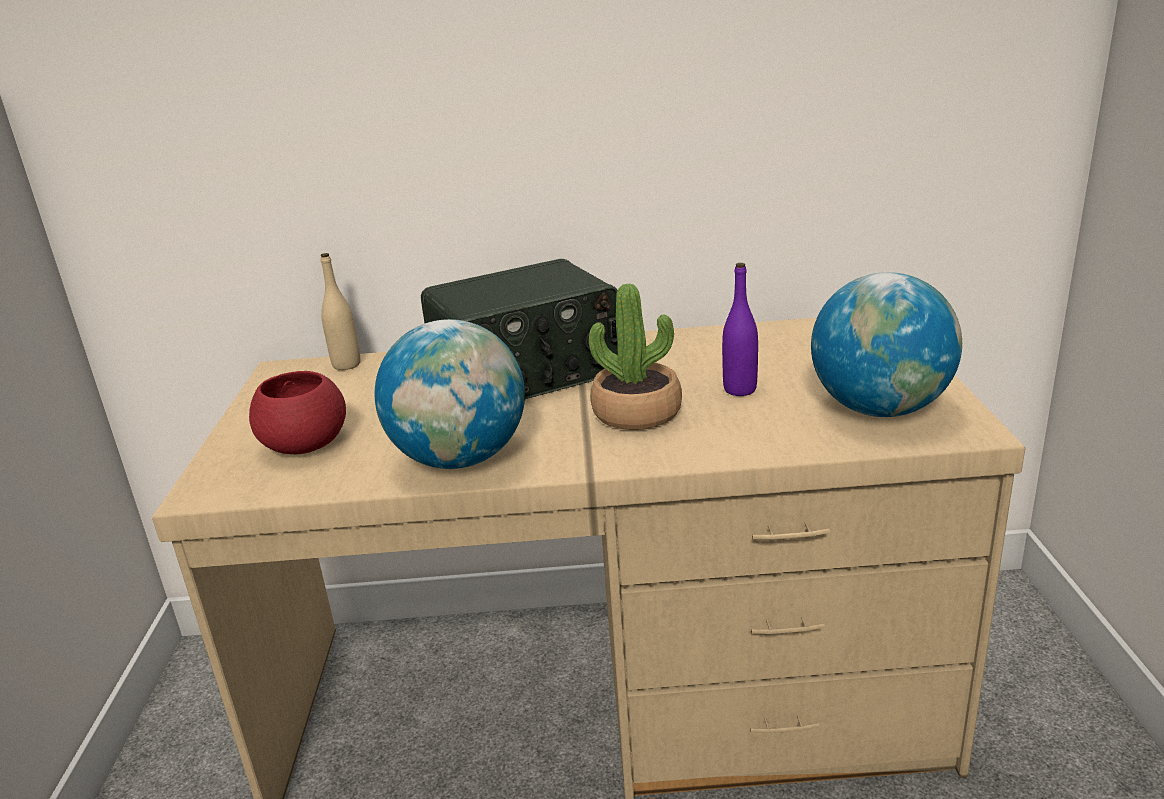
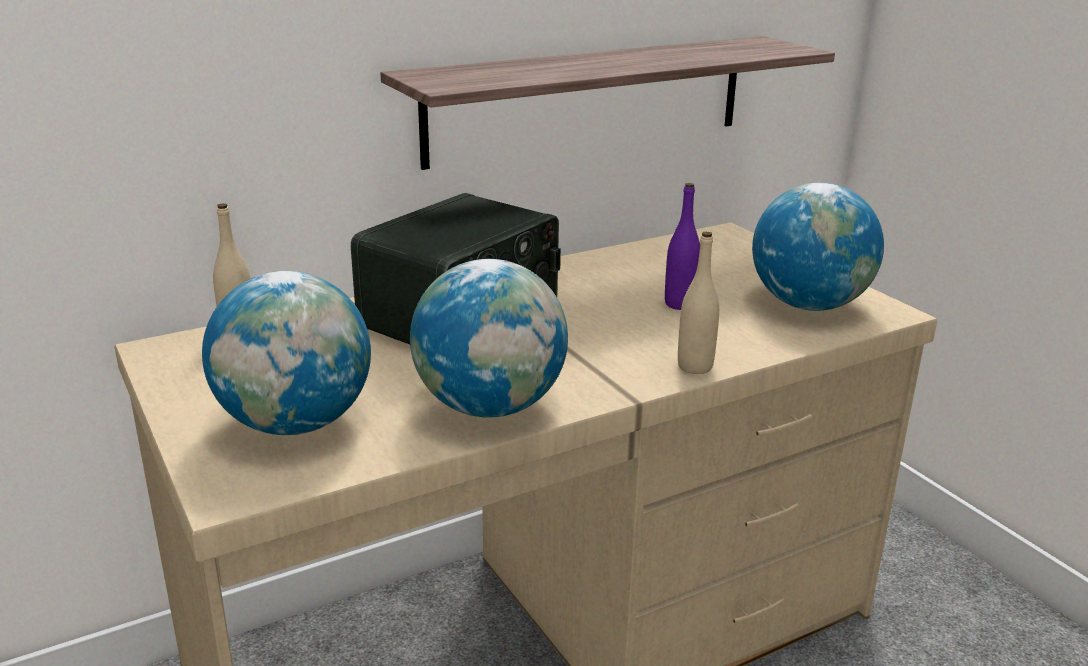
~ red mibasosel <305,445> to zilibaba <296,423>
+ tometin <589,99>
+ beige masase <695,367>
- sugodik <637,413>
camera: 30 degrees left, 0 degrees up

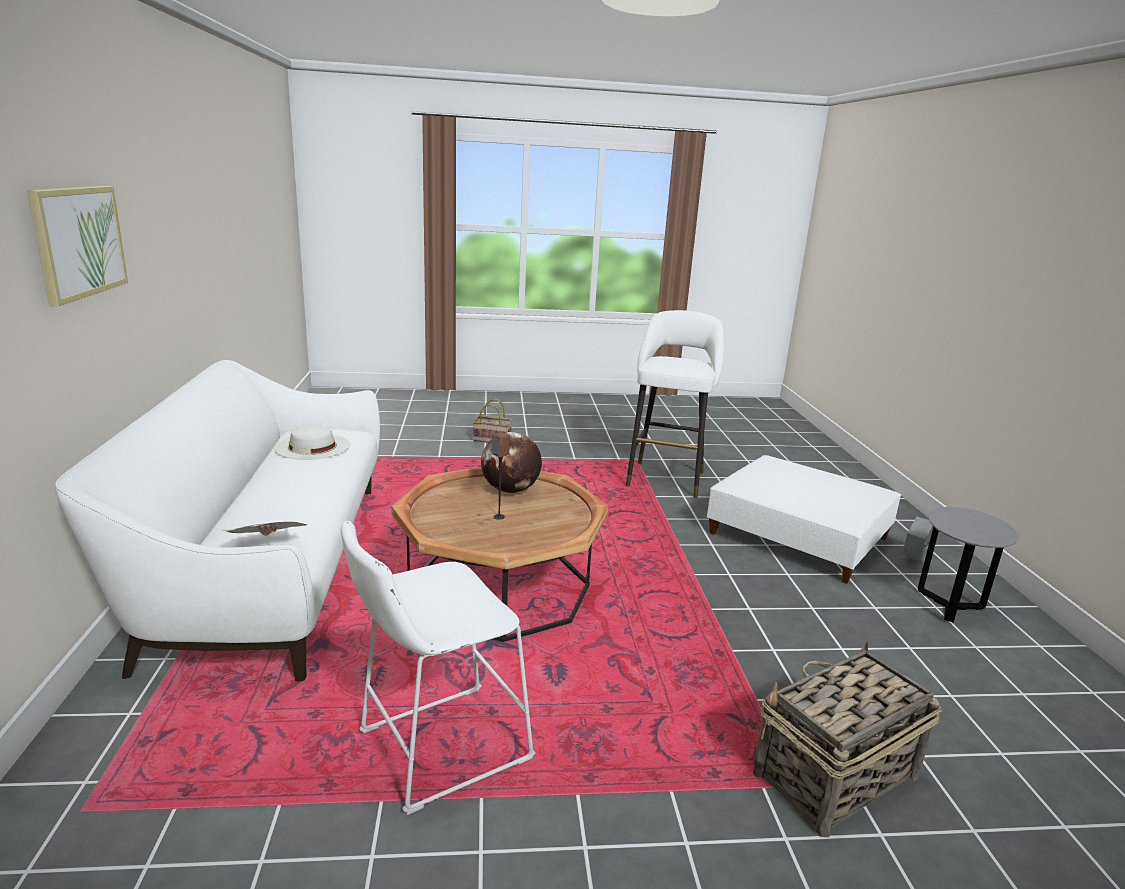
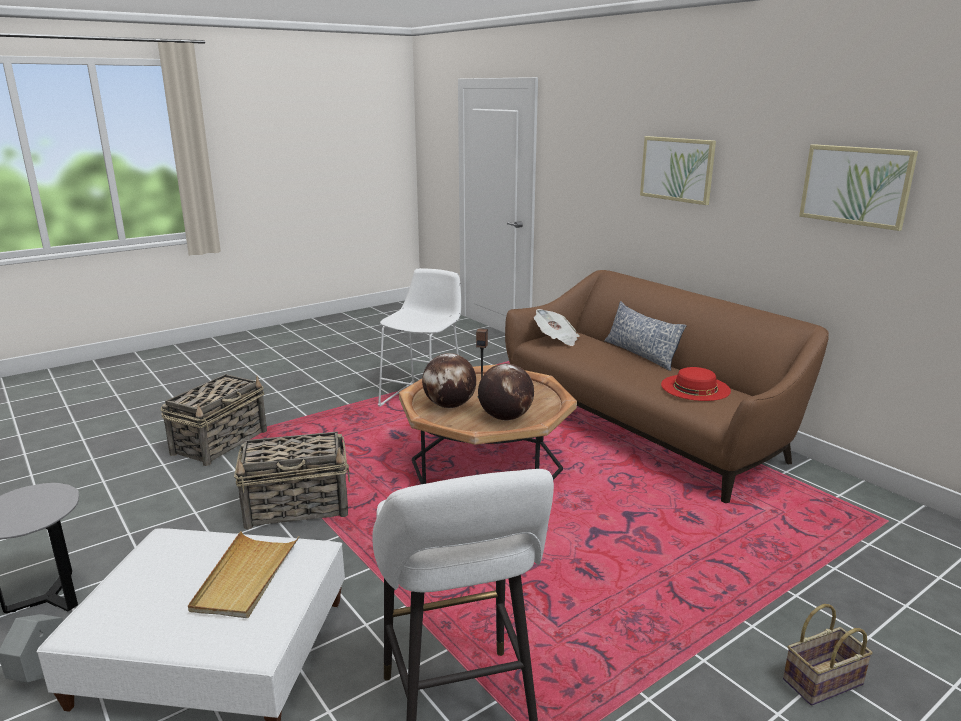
+ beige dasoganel <246,577>
+ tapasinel <298,507>
+ zilibaba <450,405>
~ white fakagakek <268,566> to brown fakagakek <645,427>
+ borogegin <641,354>
~ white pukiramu <312,446> to red pukiramu <695,387>
+ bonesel <856,185>
camera: 150 degrees right, 0 degrees up

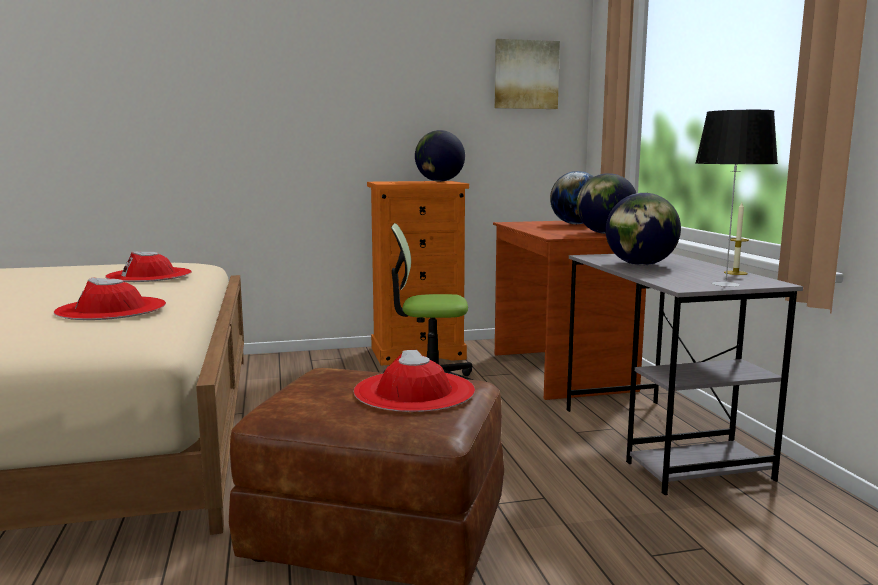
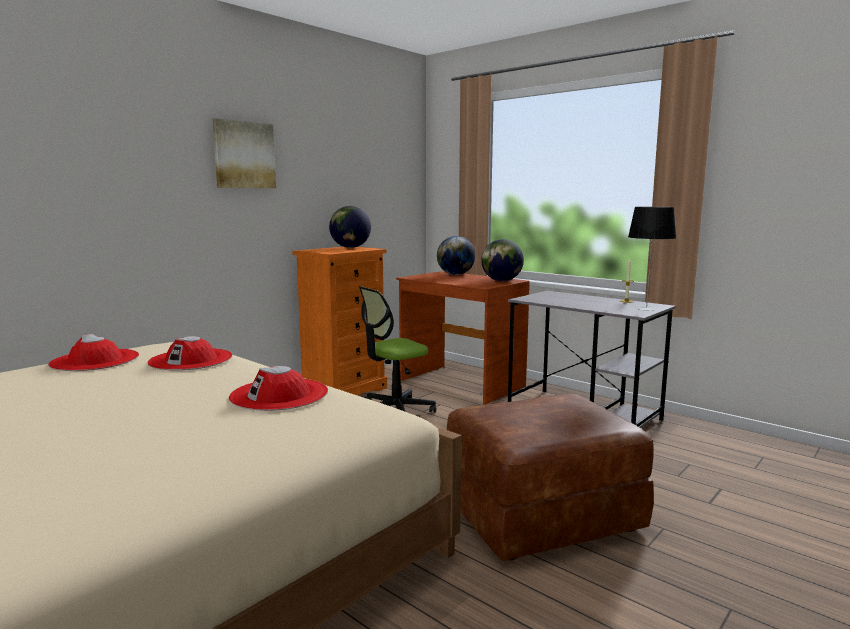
~ red pukiramu <414,391> to <95,360>
~ bonesel <526,75> to <244,155>
- zilibaba <640,265>
camera: 35 degrees left, 0 degrees up

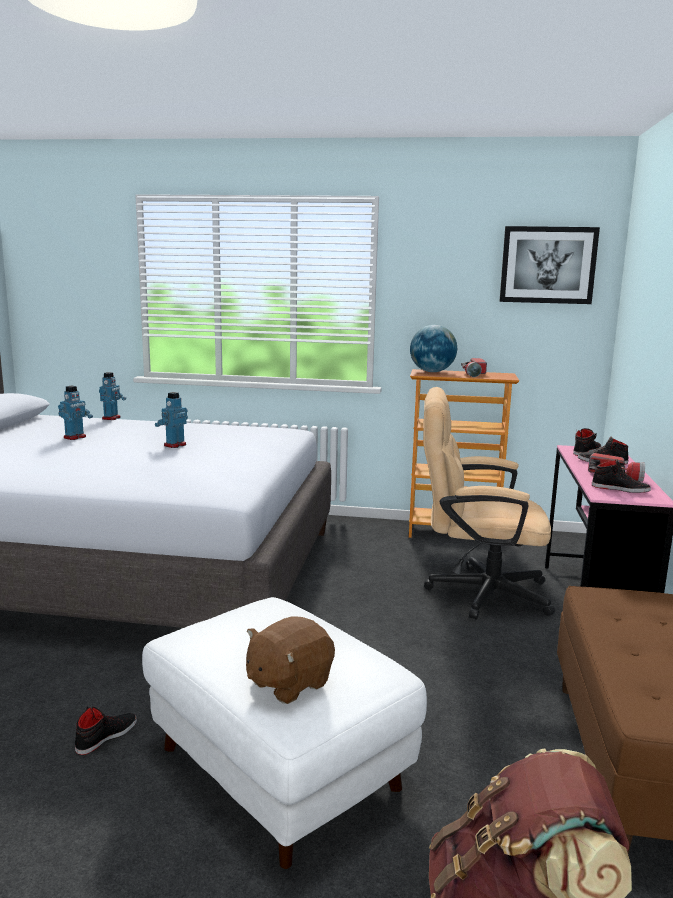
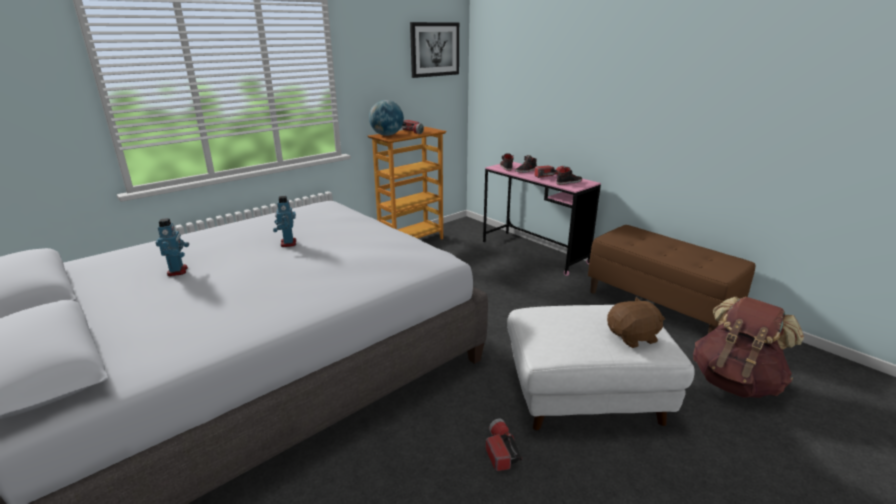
~ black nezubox <106,736> to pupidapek <500,450>
~ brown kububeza <288,683> = <633,337> 105 degrees counterclockwise
- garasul <112,418>
- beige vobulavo <476,592>
camera: 50 degrees left, 10 degrees up

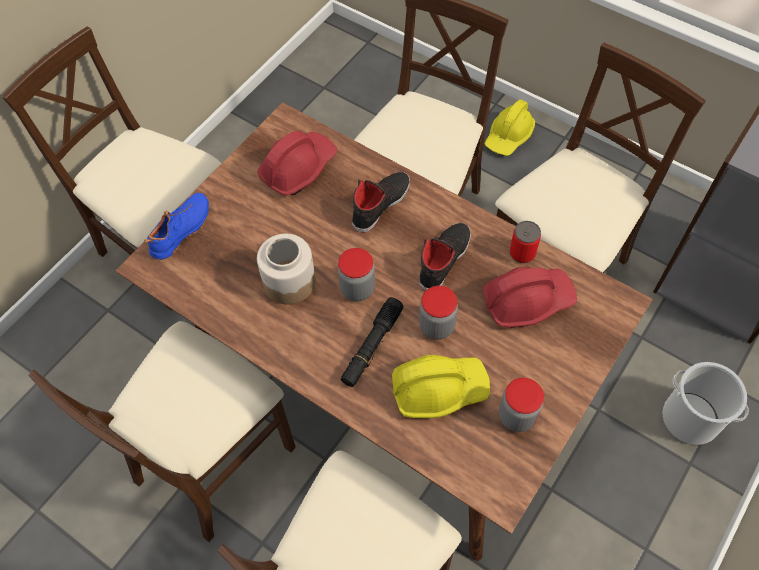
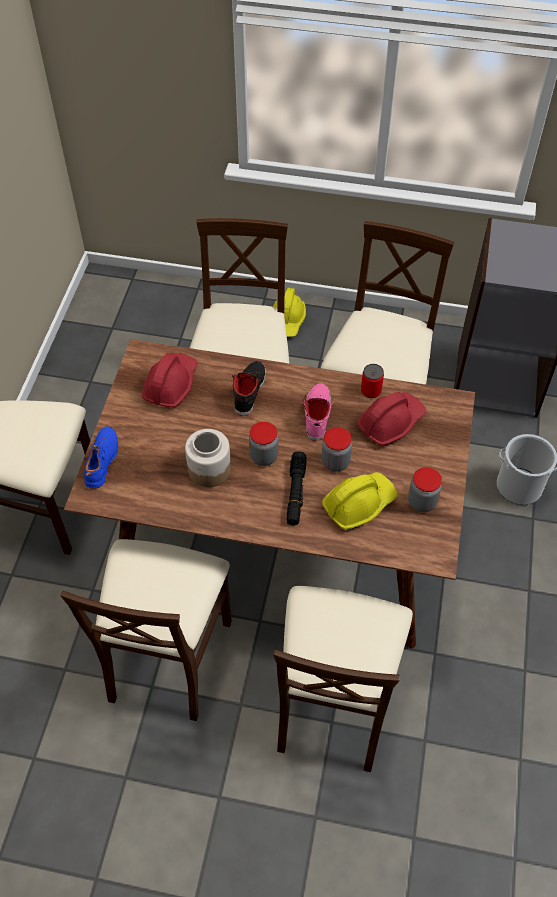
~ black nezubox <443,259> to pink nezubox <316,414>
camera: 25 degrees left, 5 degrees down

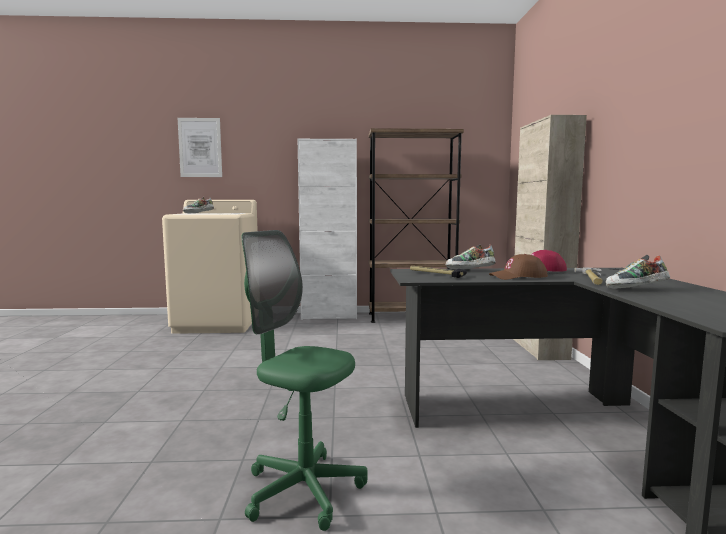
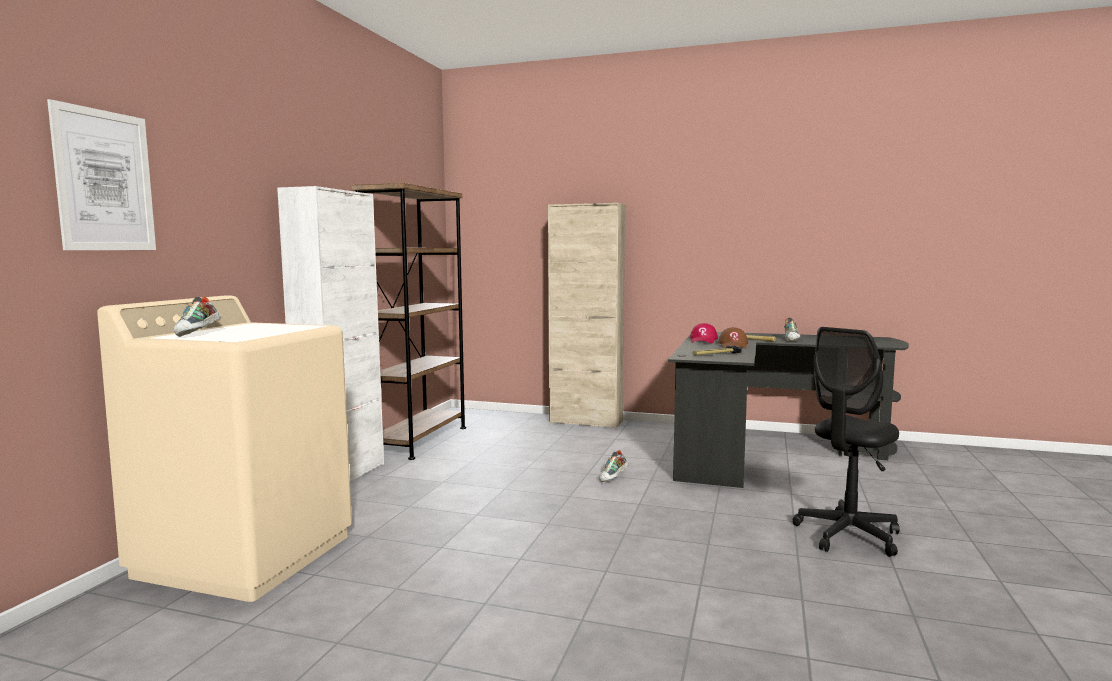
~ nezubox <469,270> to <613,478>
~ green vobulavo <303,490> to black vobulavo <848,535>
camera: 70 degrees left, 0 degrees up

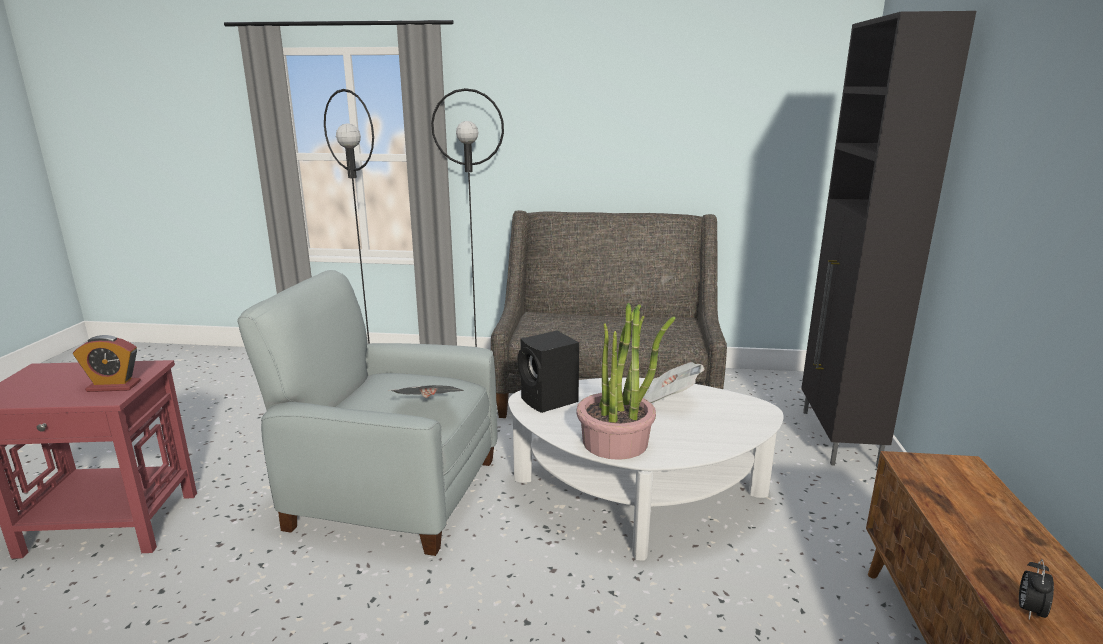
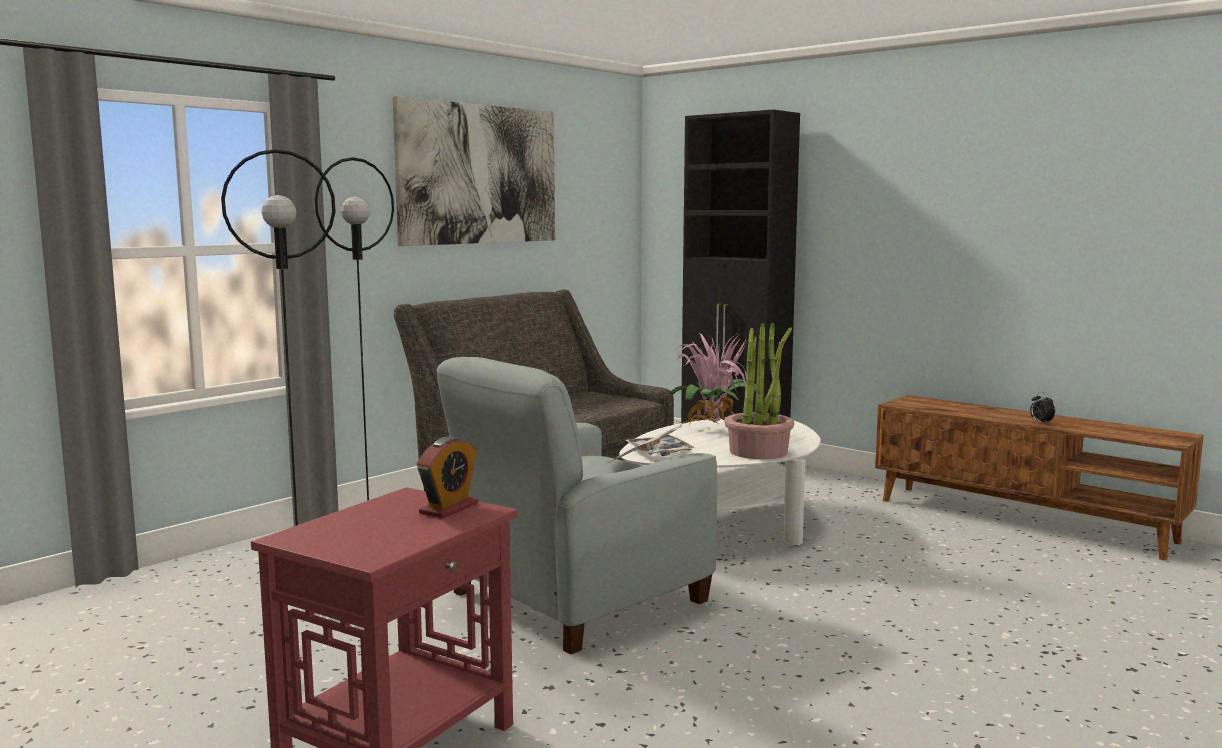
+ bonesel <478,174>
~ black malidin <549,401> to dasoganel <659,452>
~ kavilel <664,400> to sugodik <713,430>
camera: 55 degrees left, 10 degrees down

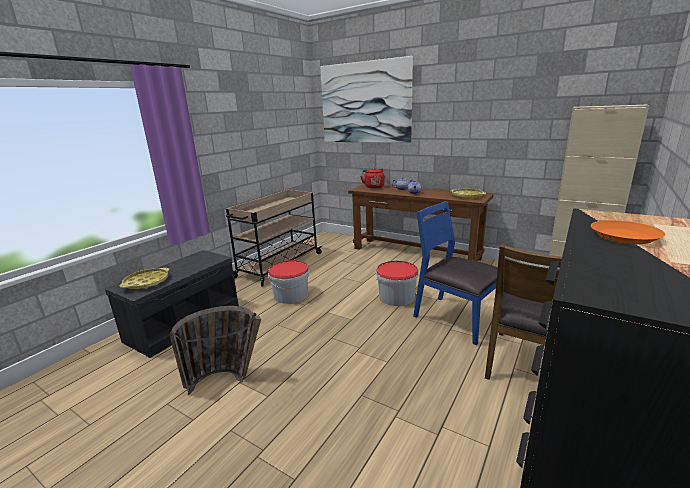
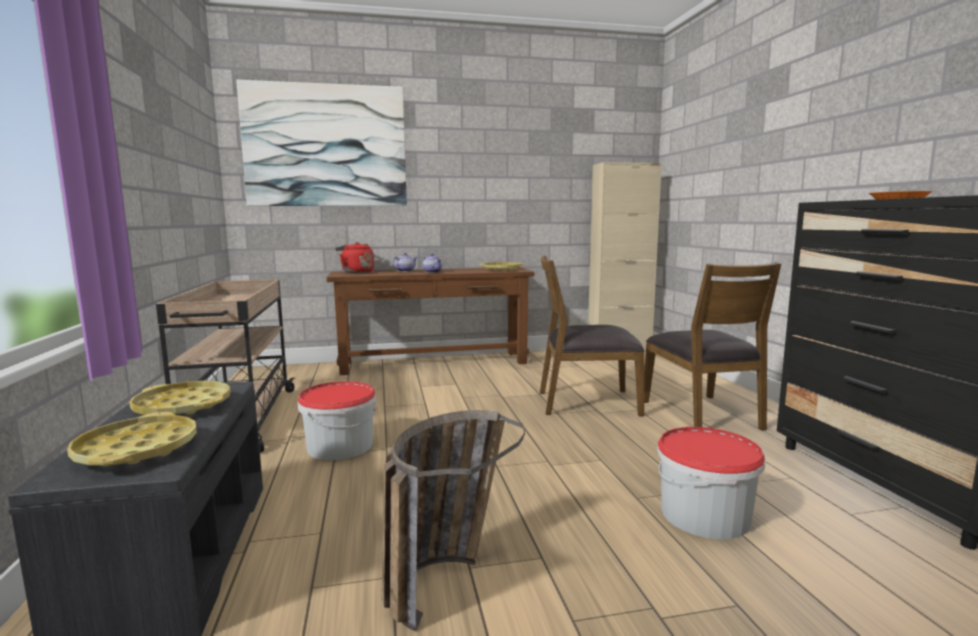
+ yellow dasoganel <183,406>
~ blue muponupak <456,318> to brown muponupak <587,403>
~ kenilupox <397,297> to <705,514>
camera: 45 degrees left, 10 degrees down

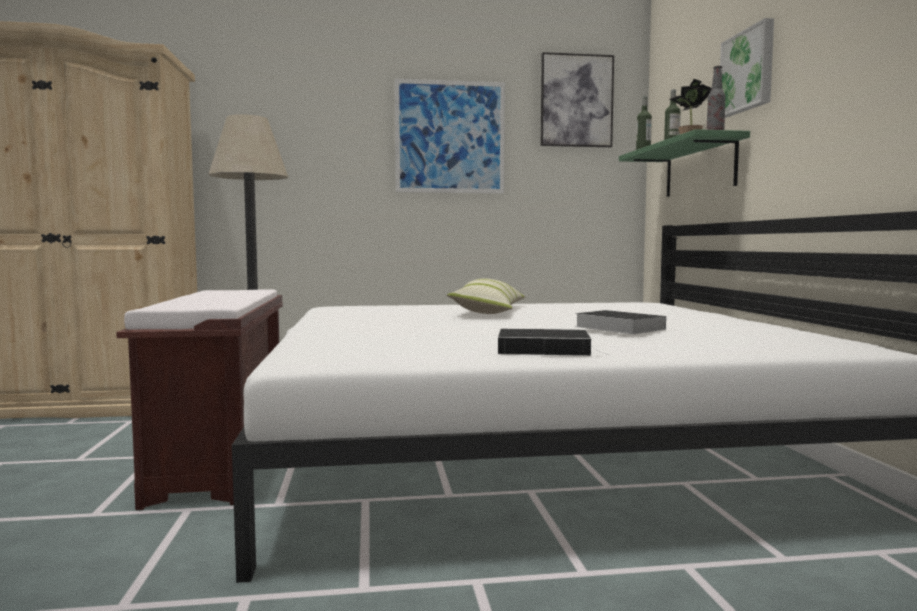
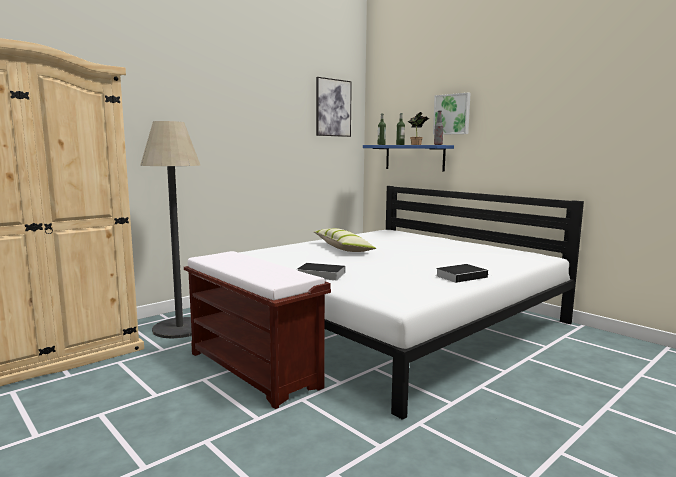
~ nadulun <616,327> to <319,274>
~ green tometin <699,168> to blue tometin <414,157>
- bonesel <450,137>
camera: 35 degrees left, 5 degrees up

